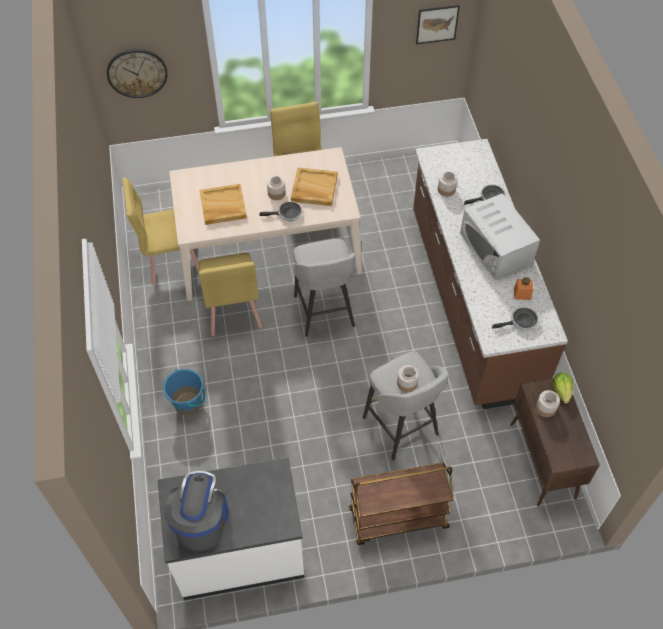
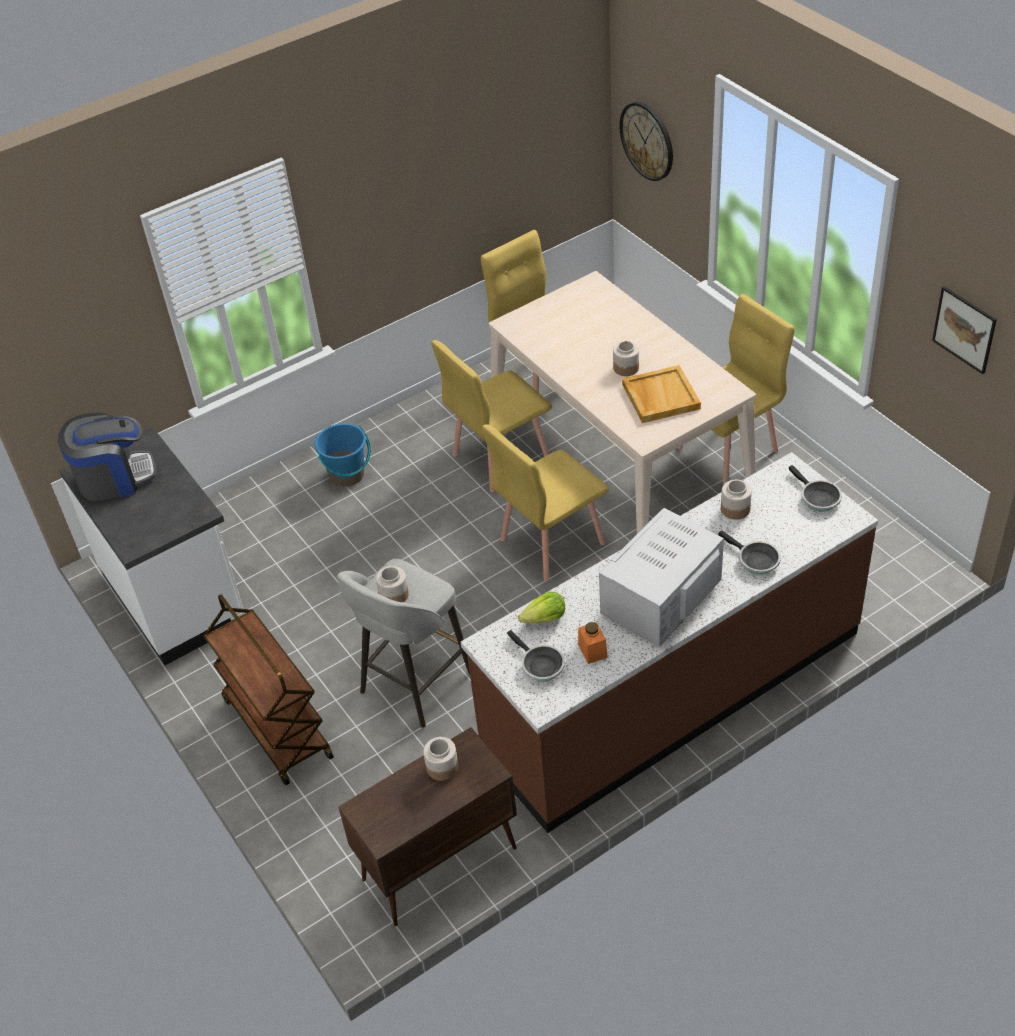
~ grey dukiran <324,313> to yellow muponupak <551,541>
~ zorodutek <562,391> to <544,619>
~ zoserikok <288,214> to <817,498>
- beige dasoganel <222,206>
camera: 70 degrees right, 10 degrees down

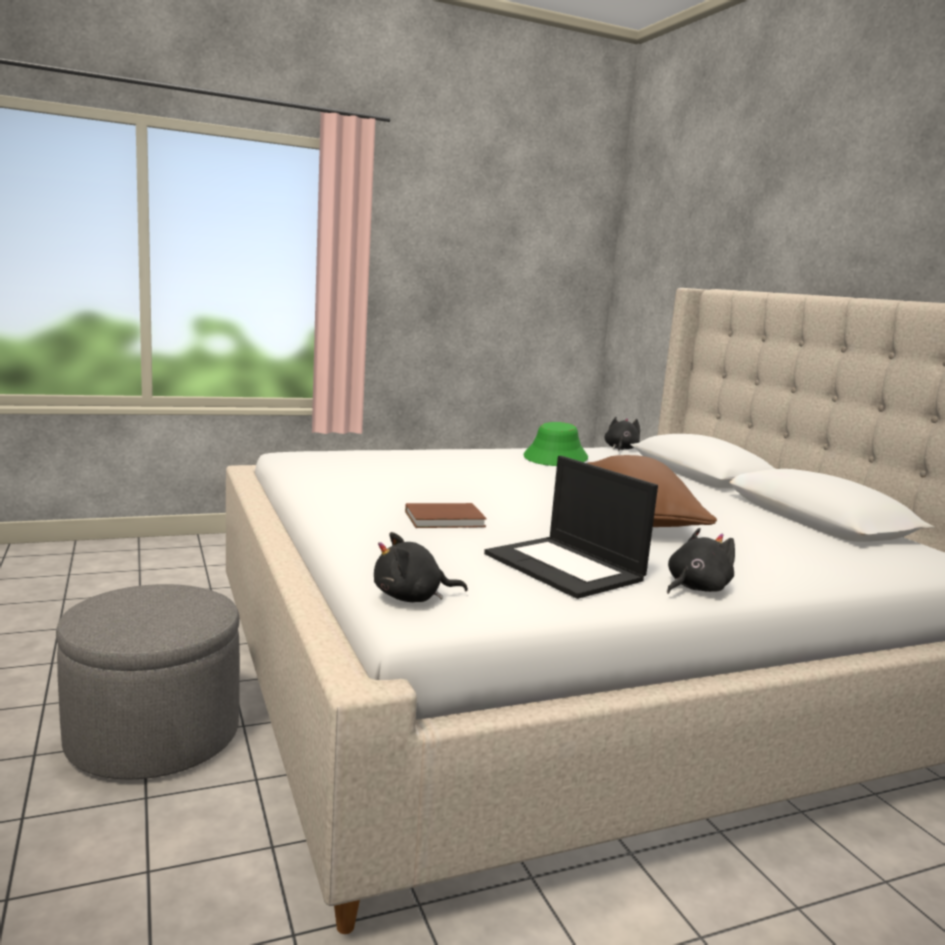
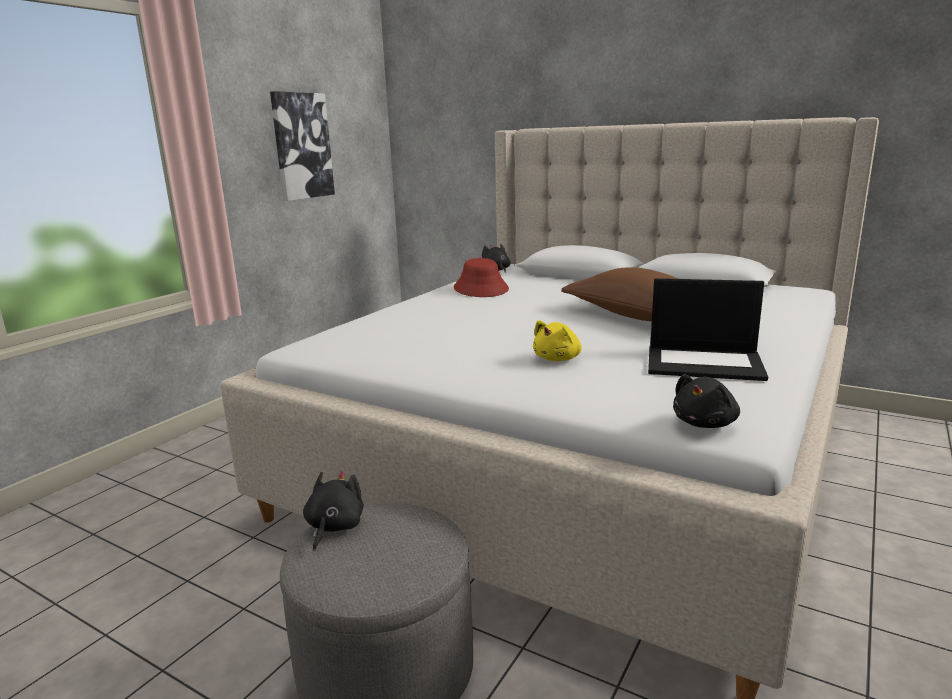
+ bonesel <302,146>
~ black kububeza <695,588> to <333,527>
~ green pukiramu <556,457> to red pukiramu <481,289>
~ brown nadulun <447,519> to yellow kububeza <558,359>
camera: 35 degrees left, 5 degrees up

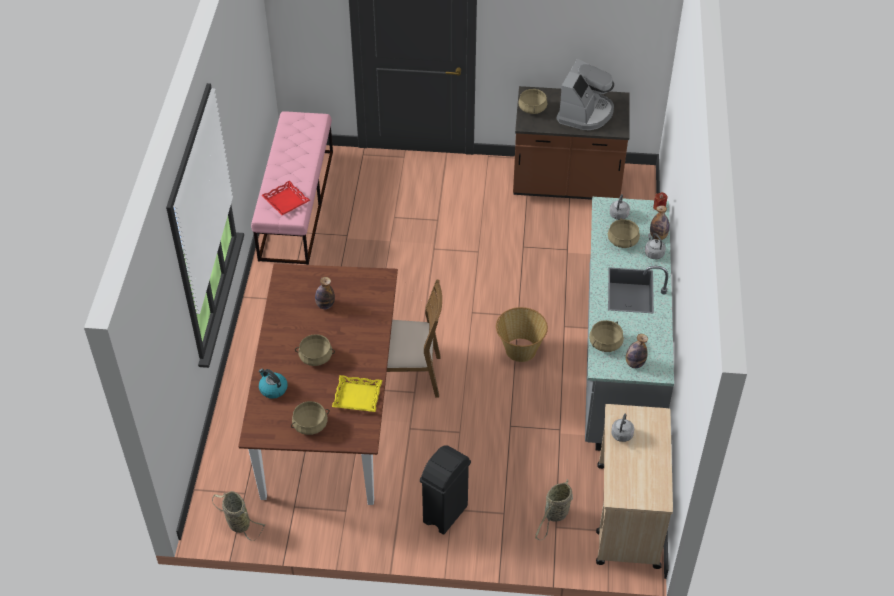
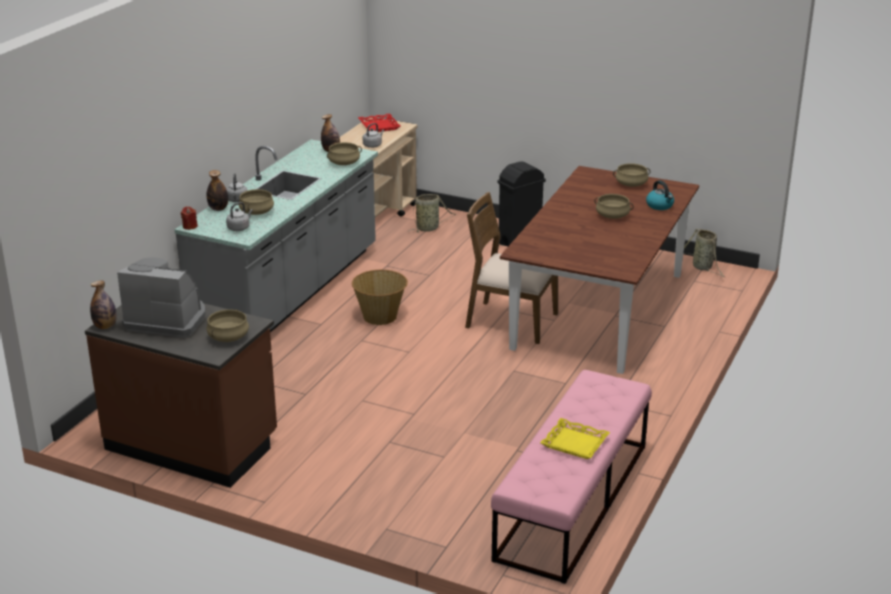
~ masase <325,305> to <105,326>
~ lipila <585,113> = <167,320> 60 degrees clockwise
~ red dasoganel <286,201> to <379,126>
~ yellow dasoganel <357,397> to <575,443>
camera: 160 degrees left, 20 degrees down

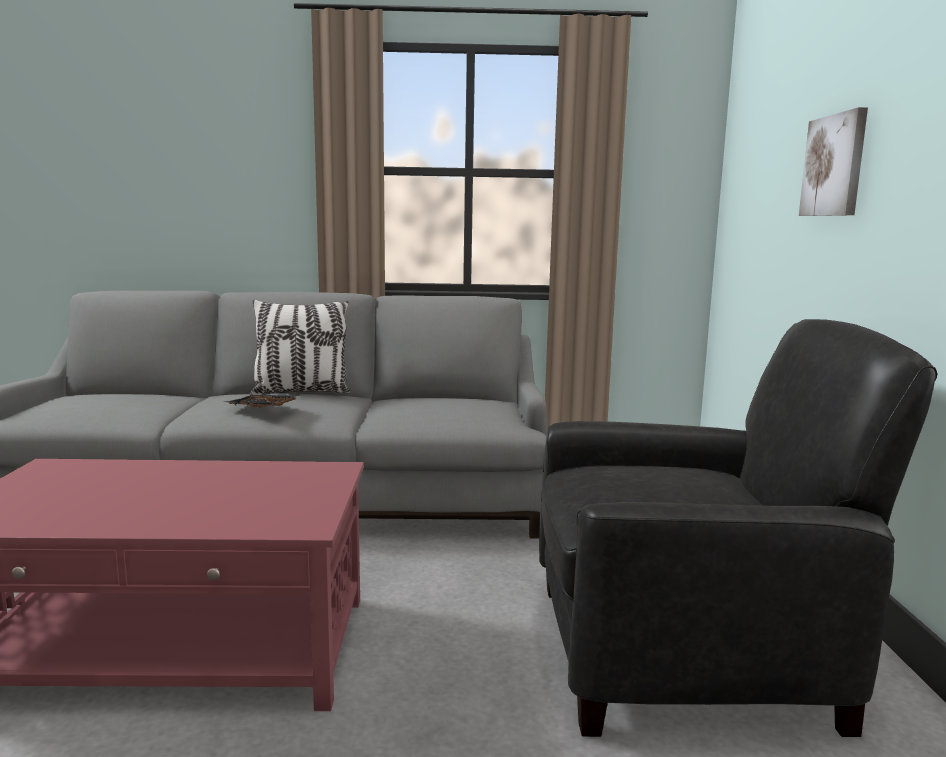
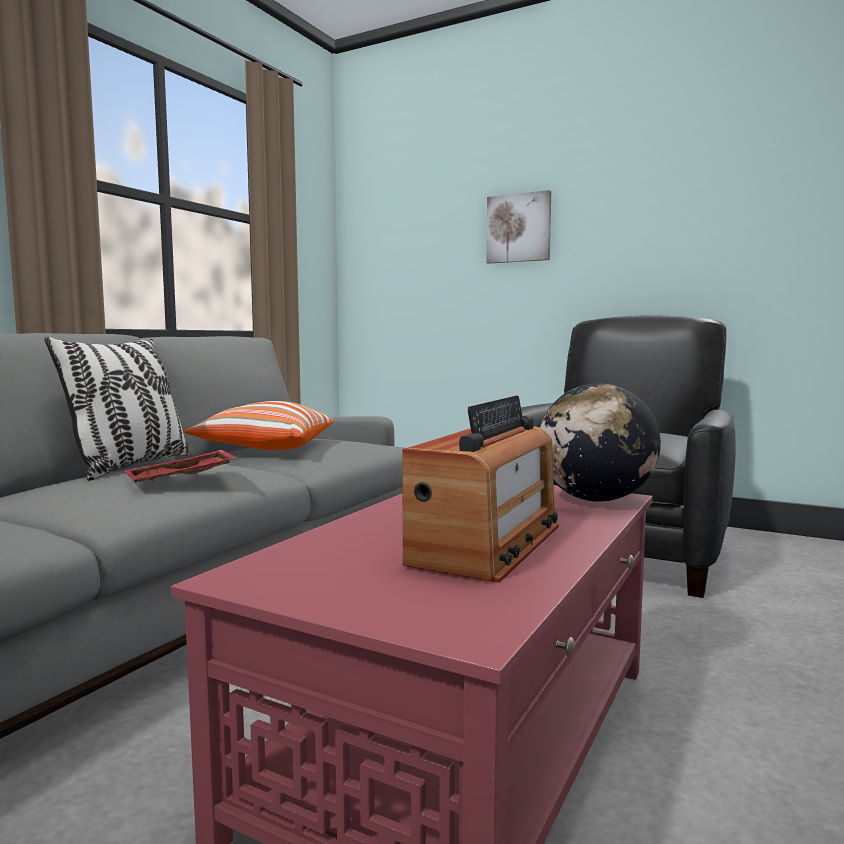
~ black dasoganel <261,409> to red dasoganel <181,479>
+ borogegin <264,448>
+ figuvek <487,544>
+ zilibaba <595,500>
camera: 60 degrees left, 5 degrees down

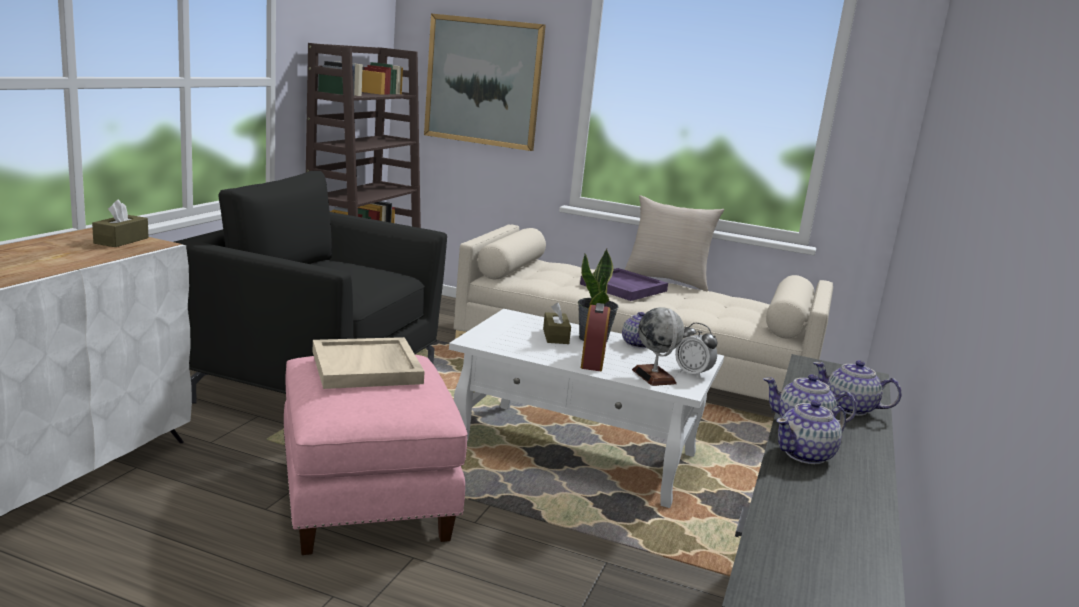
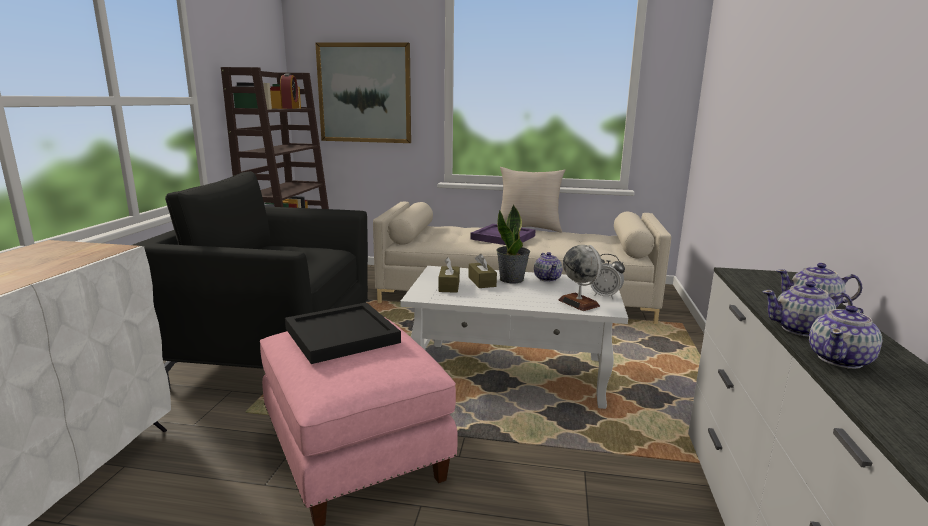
~ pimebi <592,361> to <290,108>
~ beige dasoganel <367,367> to black dasoganel <343,335>
~ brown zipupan <121,240> to <449,286>
camera: 10 degrees left, 0 degrees up

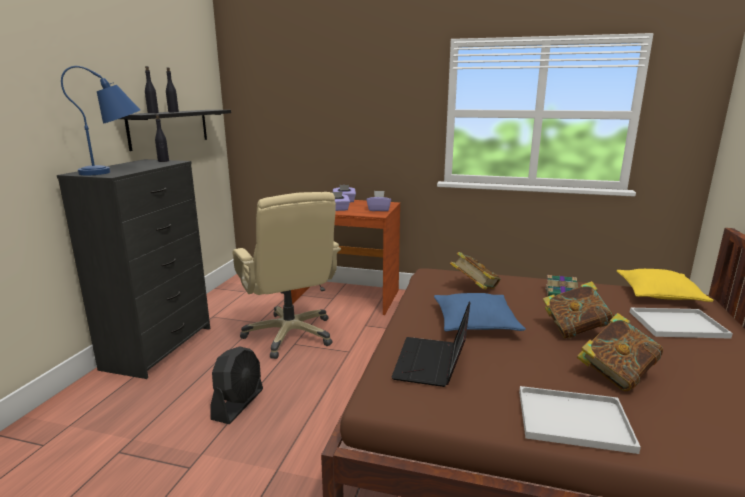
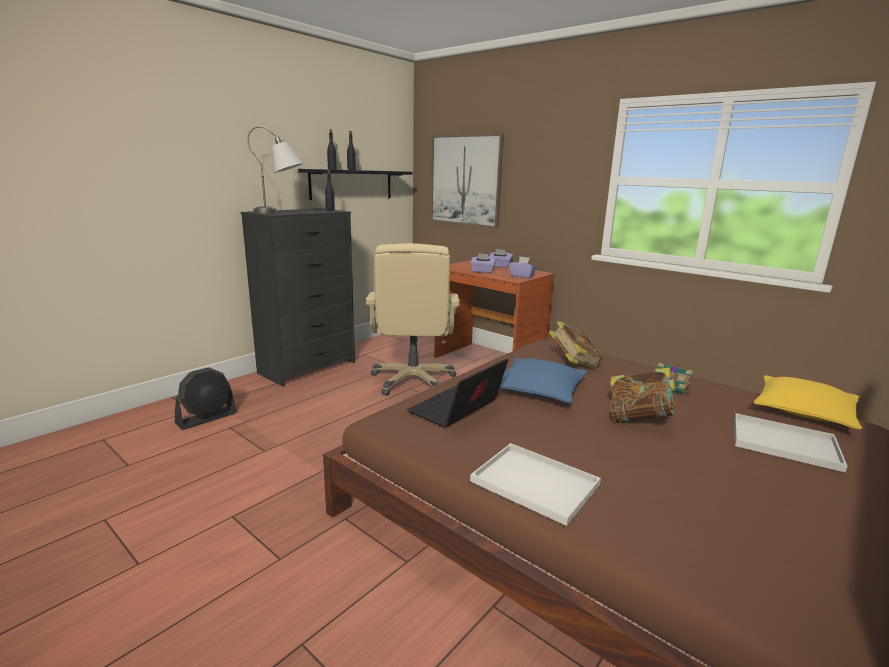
~ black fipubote <238,404> to <207,418>
~ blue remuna <116,171> to grey remuna <281,212>
+ bonesel <465,180>
- nadulun <616,375>
camera: 25 degrees right, 0 degrees up

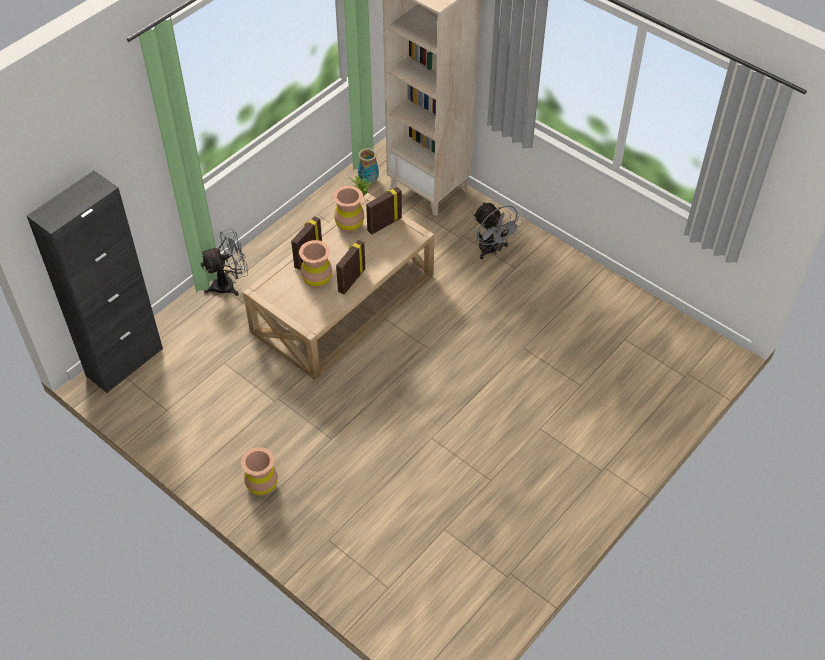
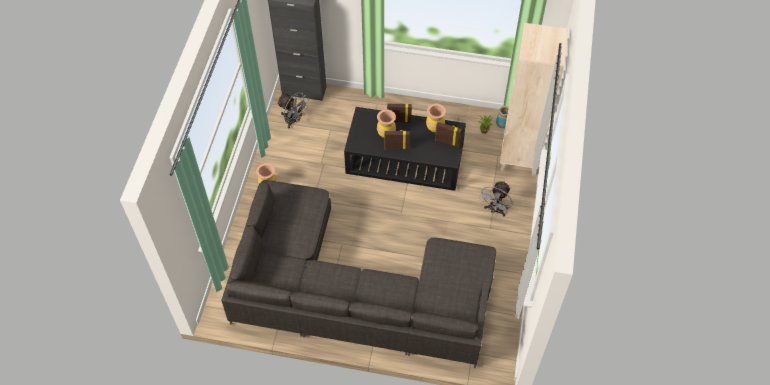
+ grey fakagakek <354,292>
~ grey fipubote <229,284> to <293,121>
~ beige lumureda <344,304> to black lumureda <404,160>
camera: 60 degrees right, 5 degrees up

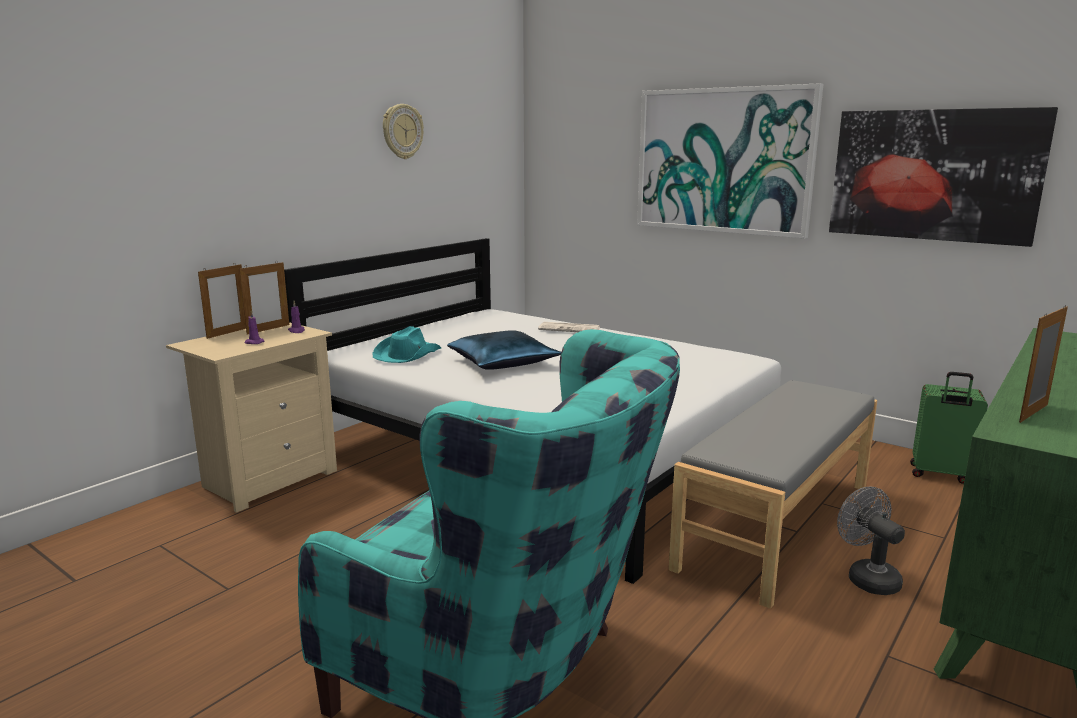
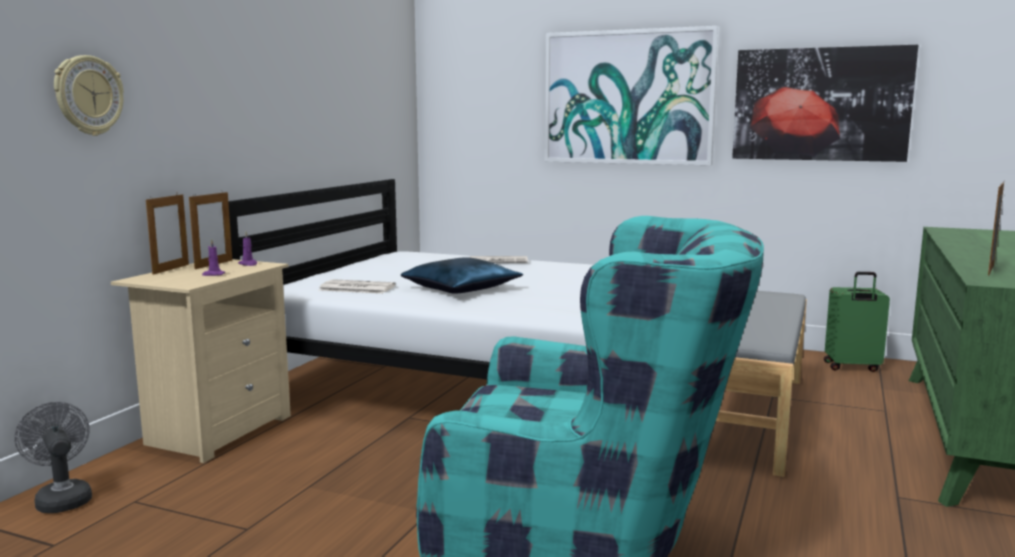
~ grey fipubote <867,577> to <62,499>
~ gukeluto <402,131> to <88,95>
~ turquoise pukiramu <407,354> to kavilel <356,288>
camera: 15 degrees left, 5 degrees down

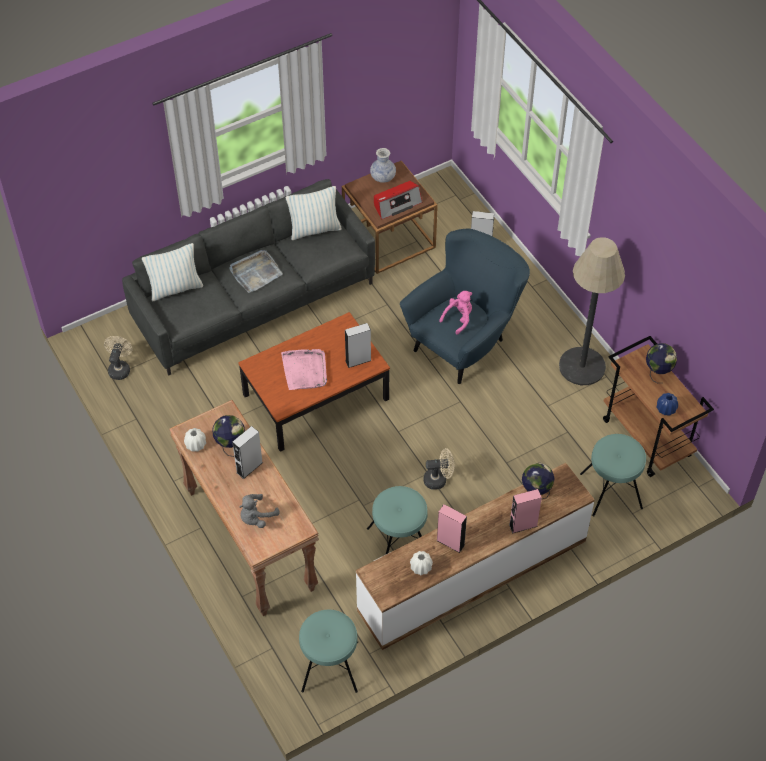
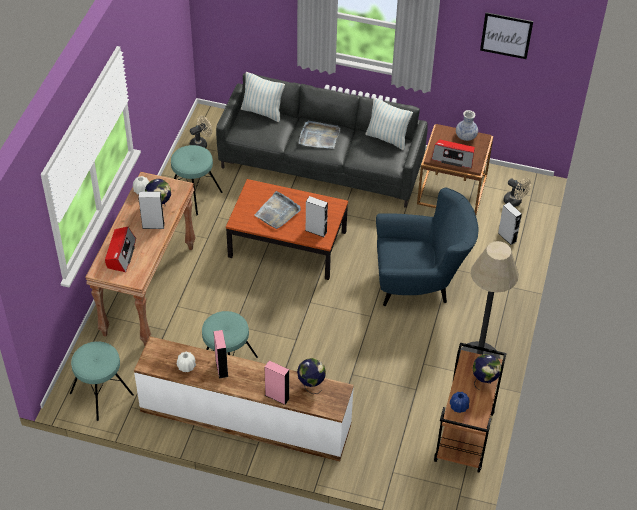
~ grey kububeza <256,517> to figuvek <121,254>
~ turquoise dukiran <611,491> to <194,195>
~ pink dasoganel <305,370> to grey dasoganel <277,212>
+ bonesel <506,35>
~ beige fipubote <439,479> to <515,202>
- pink kububeza <458,318>
camera: 45 degrees right, 5 degrees down

